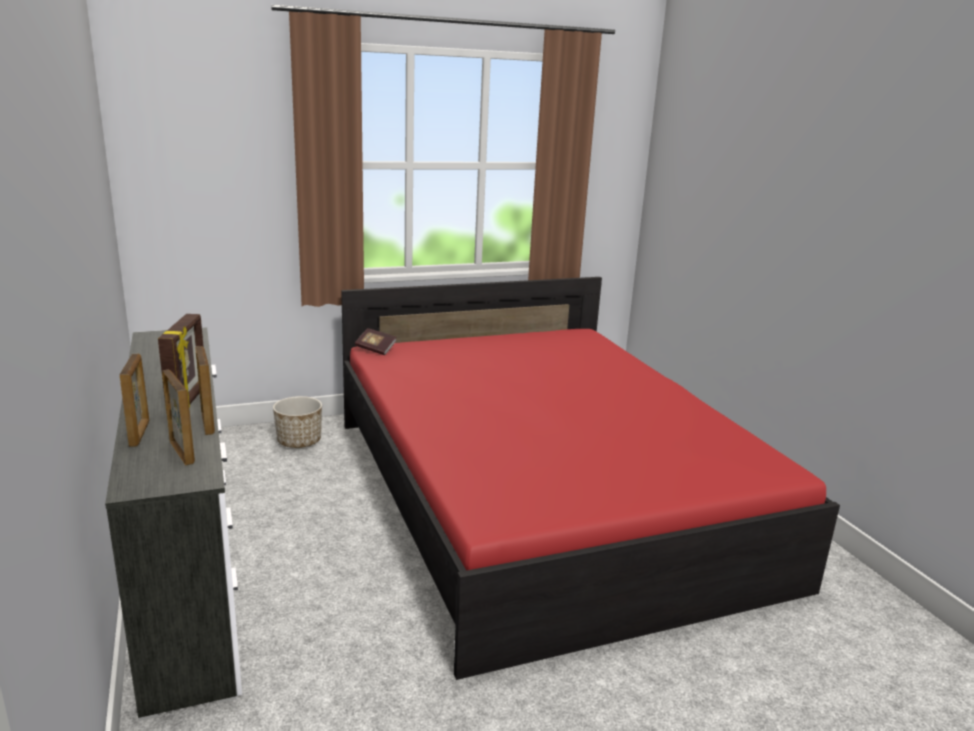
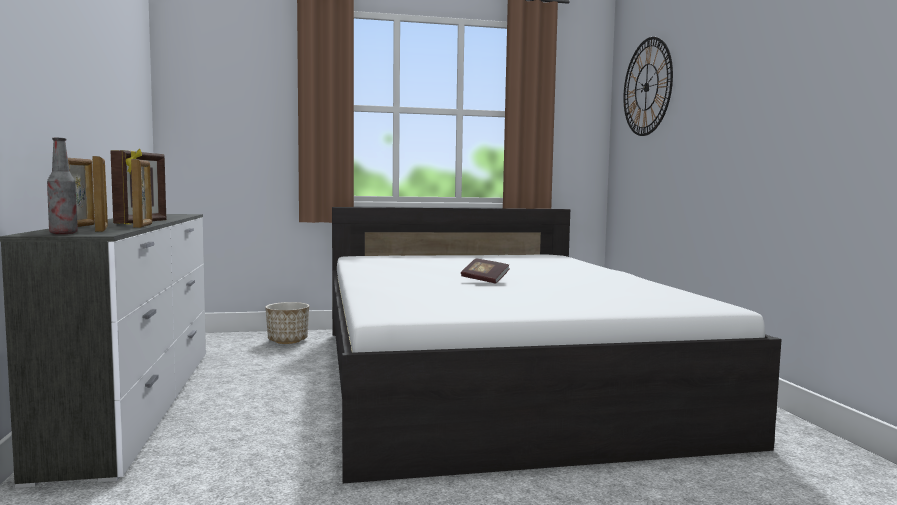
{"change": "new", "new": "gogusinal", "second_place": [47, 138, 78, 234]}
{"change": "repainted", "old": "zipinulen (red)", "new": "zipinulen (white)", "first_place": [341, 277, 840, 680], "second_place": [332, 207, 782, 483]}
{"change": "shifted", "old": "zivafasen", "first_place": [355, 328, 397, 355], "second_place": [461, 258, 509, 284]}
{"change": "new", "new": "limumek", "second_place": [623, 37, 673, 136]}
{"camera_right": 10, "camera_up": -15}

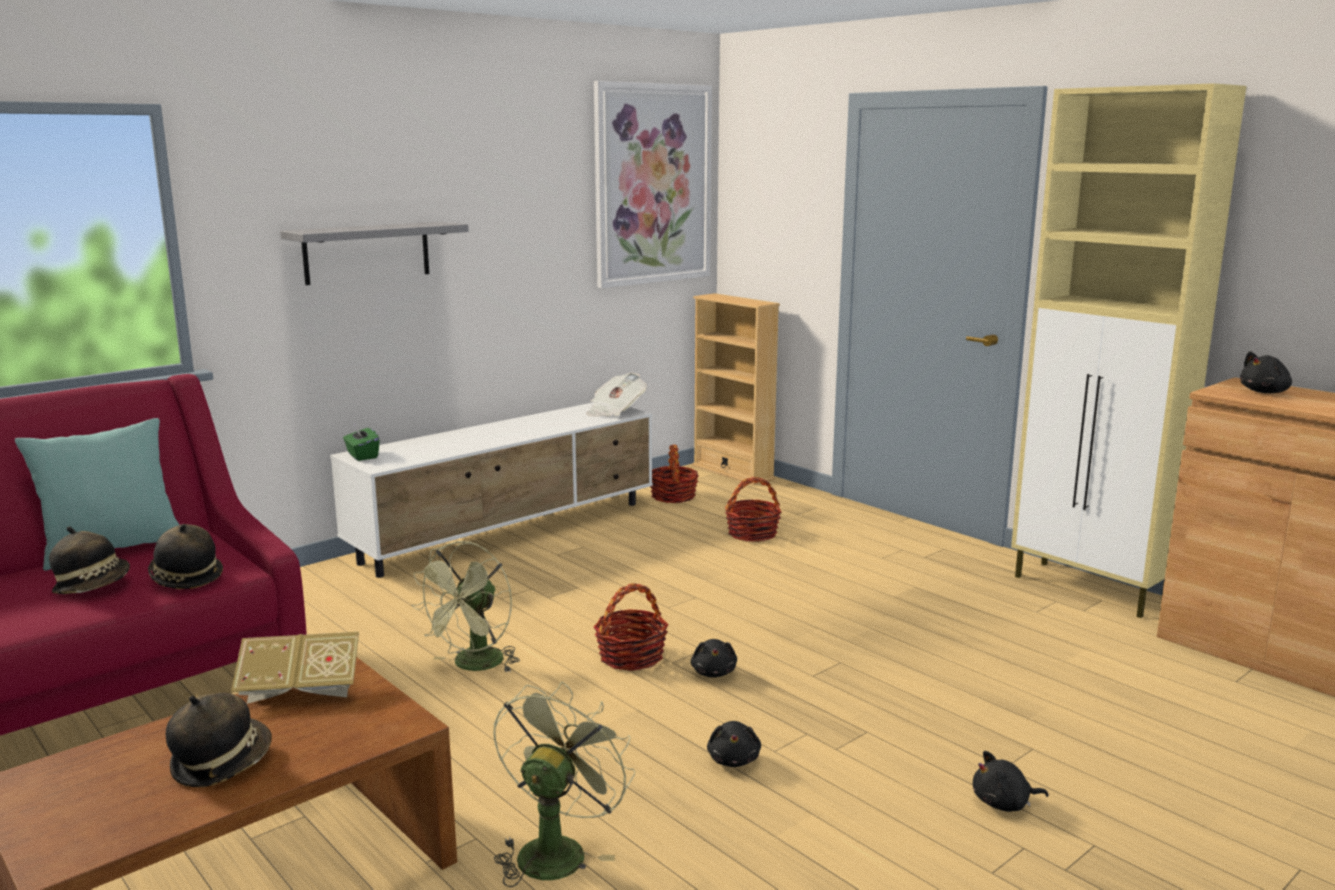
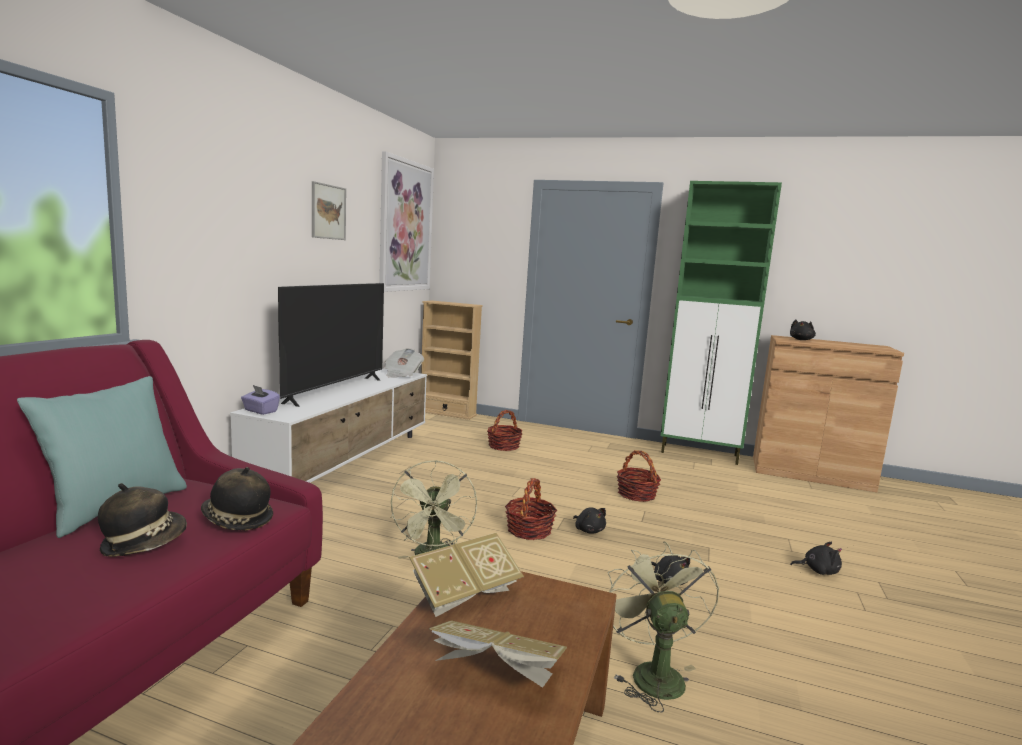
{"change": "repainted", "old": "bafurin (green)", "new": "bafurin (purple)", "first_place": [343, 424, 380, 461], "second_place": [241, 385, 280, 415]}
{"change": "new", "new": "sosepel", "second_place": [278, 283, 384, 407]}
{"change": "new", "new": "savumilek", "second_place": [312, 181, 346, 240]}
{"change": "swapped", "old": "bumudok", "new": "zivafasen", "first_place": [166, 693, 272, 788], "second_place": [429, 620, 567, 688]}
{"change": "shifted", "old": "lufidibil", "first_place": [650, 444, 699, 503], "second_place": [617, 450, 661, 502]}
{"change": "repainted", "old": "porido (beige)", "new": "porido (green)", "first_place": [1011, 83, 1246, 618], "second_place": [661, 181, 782, 465]}
{"change": "rotated", "old": "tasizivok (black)", "first_place": [973, 751, 1049, 812], "second_place": [790, 542, 842, 575], "degrees": -135}
{"change": "gone", "old": "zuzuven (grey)", "first_place": [280, 222, 469, 285]}
{"camera_right": -30, "camera_up": -5}

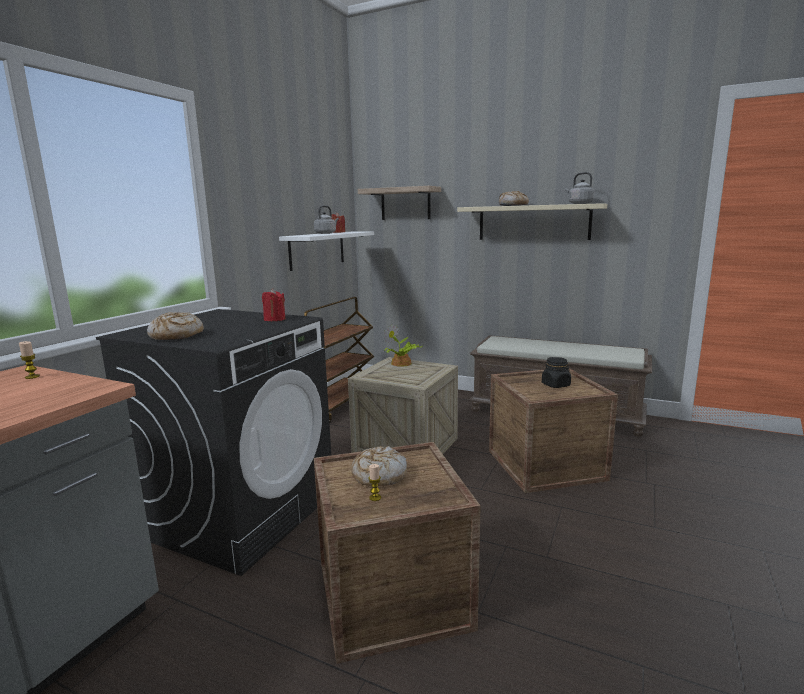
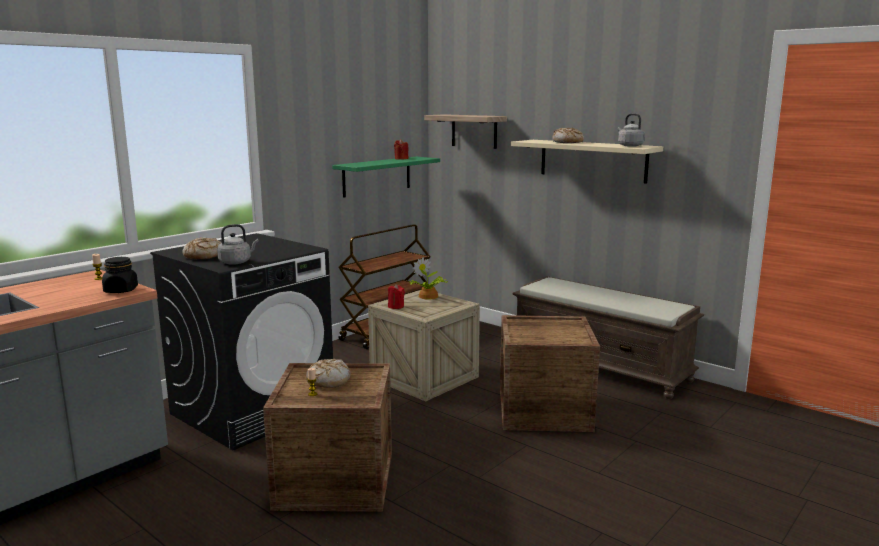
{"change": "shifted", "old": "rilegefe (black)", "first_place": [542, 357, 571, 388], "second_place": [102, 257, 138, 293]}
{"change": "shifted", "old": "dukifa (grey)", "first_place": [314, 205, 339, 234], "second_place": [217, 224, 259, 265]}
{"change": "repainted", "old": "zuzuven (white)", "new": "zuzuven (green)", "first_place": [279, 231, 374, 271], "second_place": [332, 157, 440, 198]}
{"change": "shifted", "old": "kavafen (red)", "first_place": [262, 288, 285, 321], "second_place": [388, 284, 405, 309]}
{"camera_right": 15, "camera_up": 0}

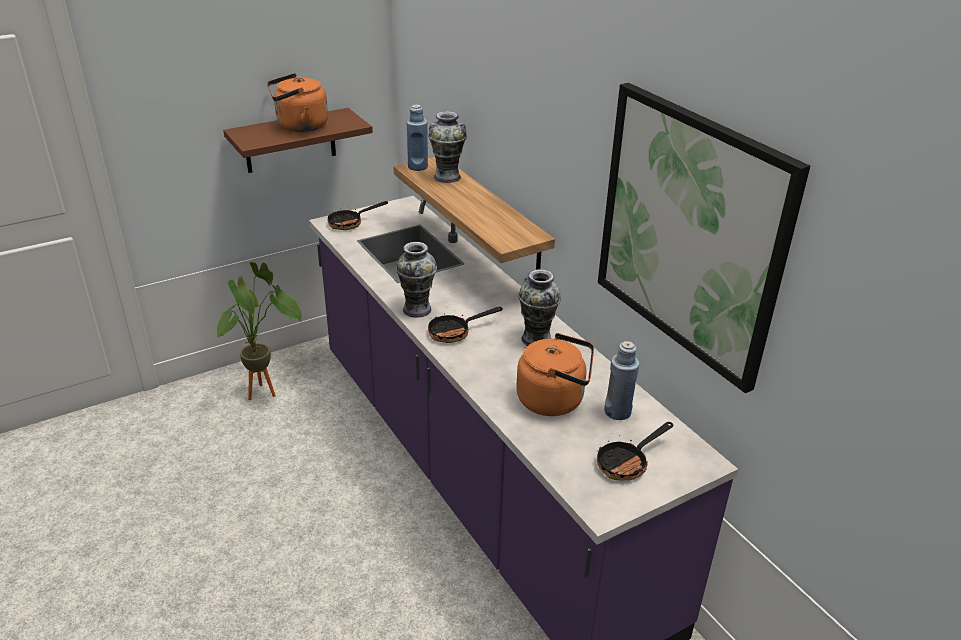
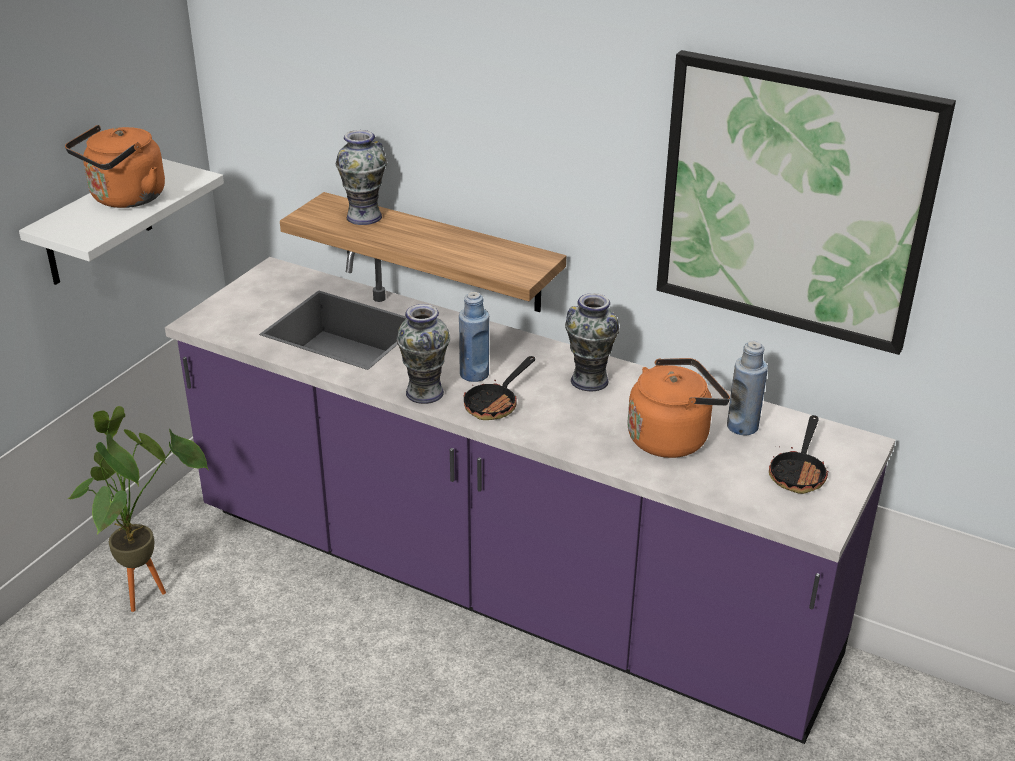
{"change": "repainted", "old": "zuzuven (brown)", "new": "zuzuven (white)", "first_place": [223, 108, 373, 173], "second_place": [19, 159, 224, 285]}
{"change": "shifted", "old": "gogusinal (blue)", "first_place": [406, 105, 428, 171], "second_place": [459, 292, 489, 382]}
{"change": "gone", "old": "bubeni", "first_place": [327, 201, 388, 230]}
{"camera_right": -30, "camera_up": 0}

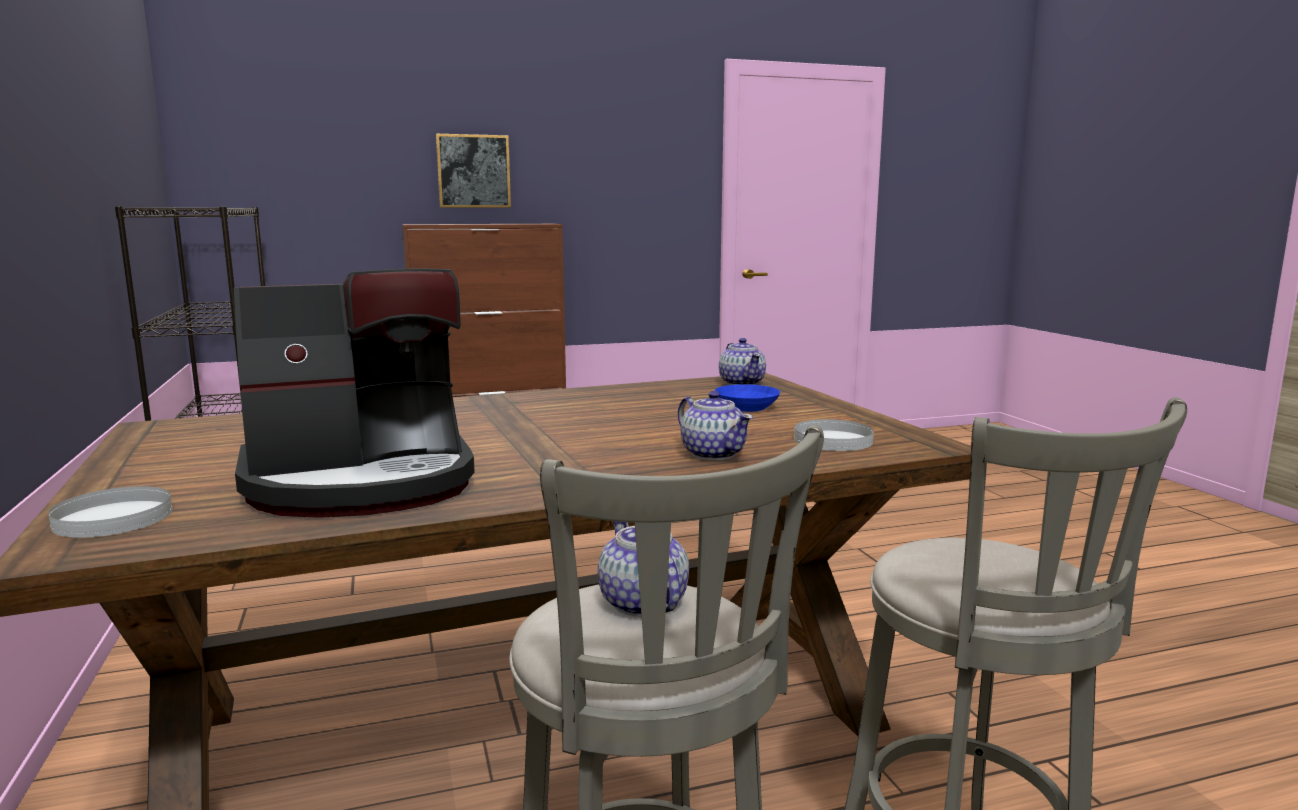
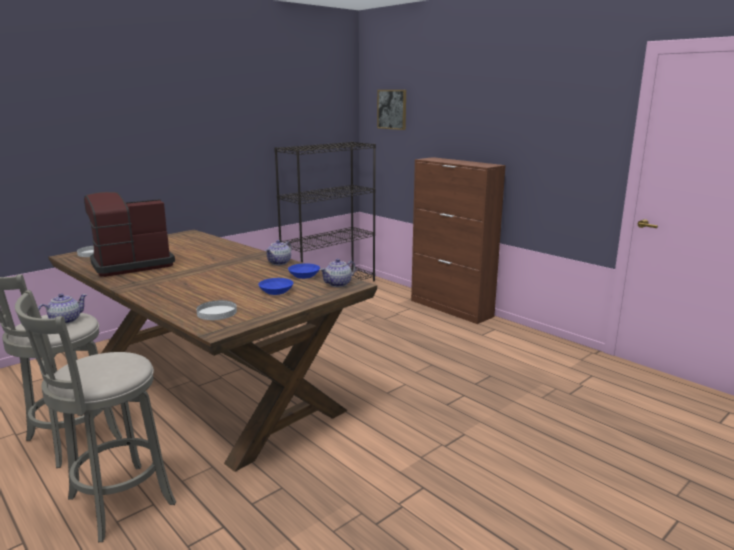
{"change": "rotated", "old": "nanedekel", "first_place": [234, 268, 475, 518], "second_place": [84, 192, 175, 277], "degrees": 105}
{"change": "shifted", "old": "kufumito", "first_place": [678, 391, 753, 460], "second_place": [265, 240, 292, 265]}
{"change": "new", "new": "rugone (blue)", "second_place": [288, 263, 320, 279]}
{"change": "shifted", "old": "savumilek", "first_place": [436, 134, 511, 208], "second_place": [377, 90, 406, 130]}
{"camera_right": 65, "camera_up": 5}

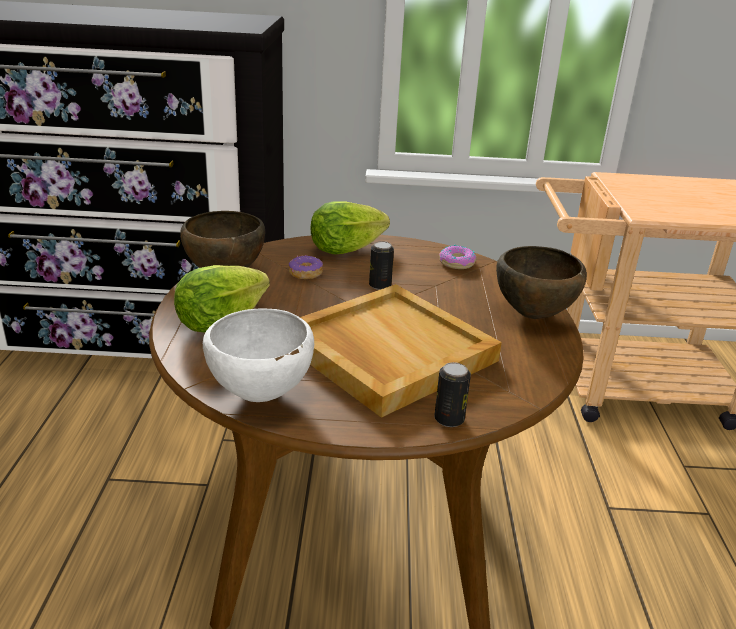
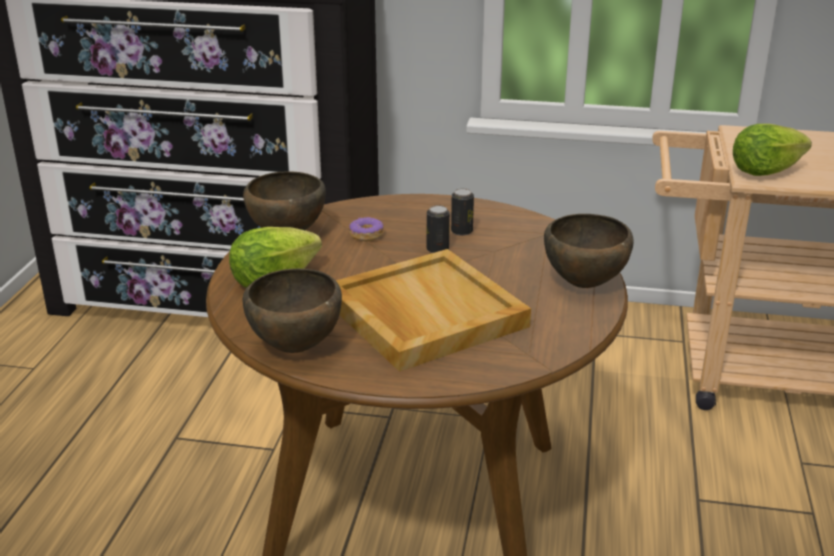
{"change": "repainted", "old": "rugone (white)", "new": "rugone (brown)", "first_place": [203, 308, 314, 402], "second_place": [243, 268, 342, 353]}
{"change": "shifted", "old": "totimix", "first_place": [434, 362, 471, 427], "second_place": [451, 188, 474, 236]}
{"change": "shifted", "old": "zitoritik", "first_place": [310, 202, 390, 254], "second_place": [733, 124, 812, 176]}
{"change": "gone", "old": "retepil", "first_place": [439, 245, 476, 269]}
{"camera_right": 10, "camera_up": 0}

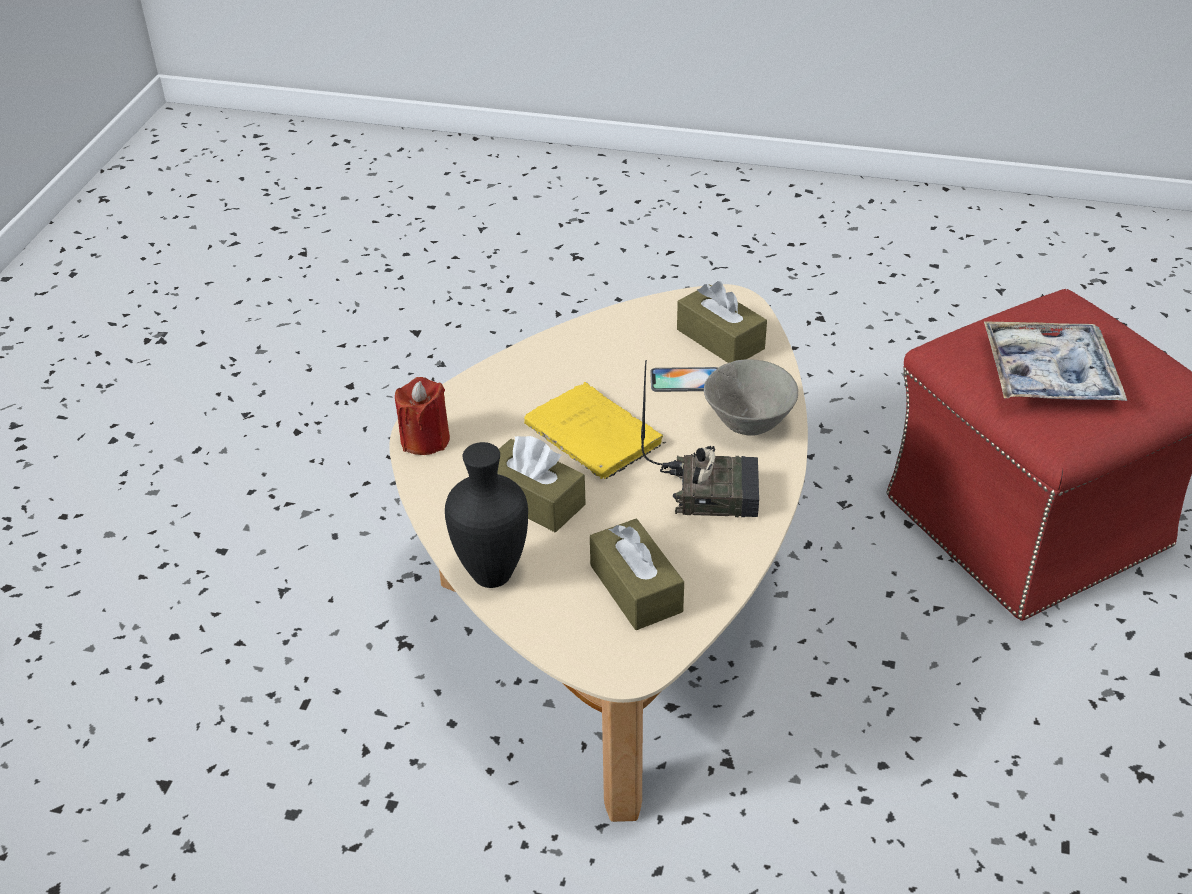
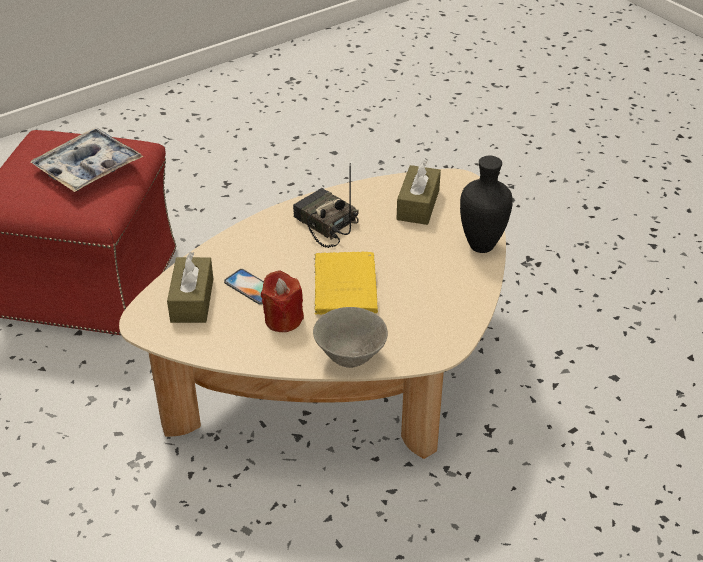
{"change": "shifted", "old": "kavafen (red)", "first_place": [395, 377, 450, 455], "second_place": [261, 270, 304, 332]}
{"change": "shifted", "old": "rugone (grey)", "first_place": [704, 359, 798, 436], "second_place": [313, 307, 388, 368]}
{"change": "gone", "old": "bafurin (brown)", "first_place": [497, 436, 586, 532]}
{"camera_right": -140, "camera_up": 0}

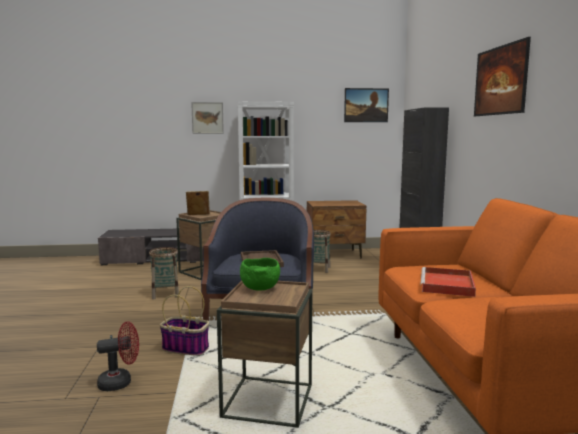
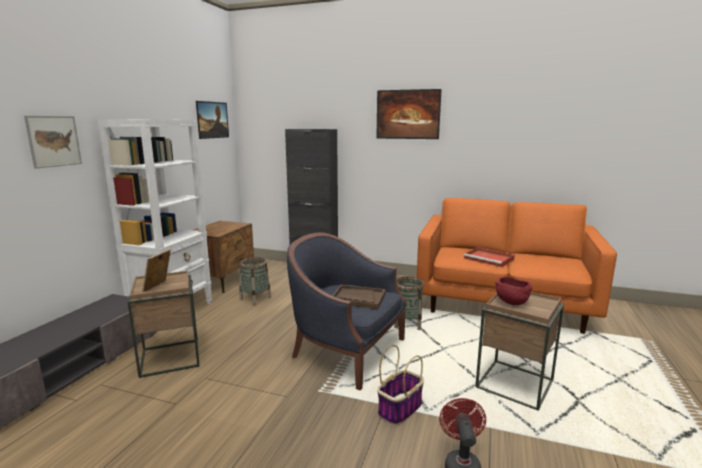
{"change": "shifted", "old": "lufidibil", "first_place": [149, 247, 179, 299], "second_place": [394, 276, 424, 330]}
{"change": "repainted", "old": "rugone (green)", "new": "rugone (red)", "first_place": [240, 258, 280, 290], "second_place": [495, 277, 533, 305]}
{"camera_right": -65, "camera_up": 5}

